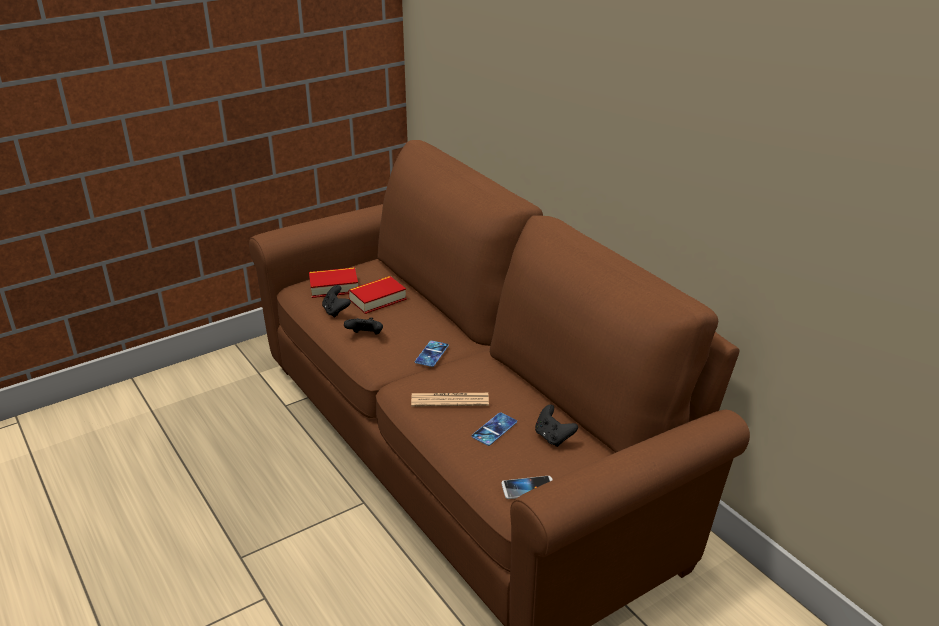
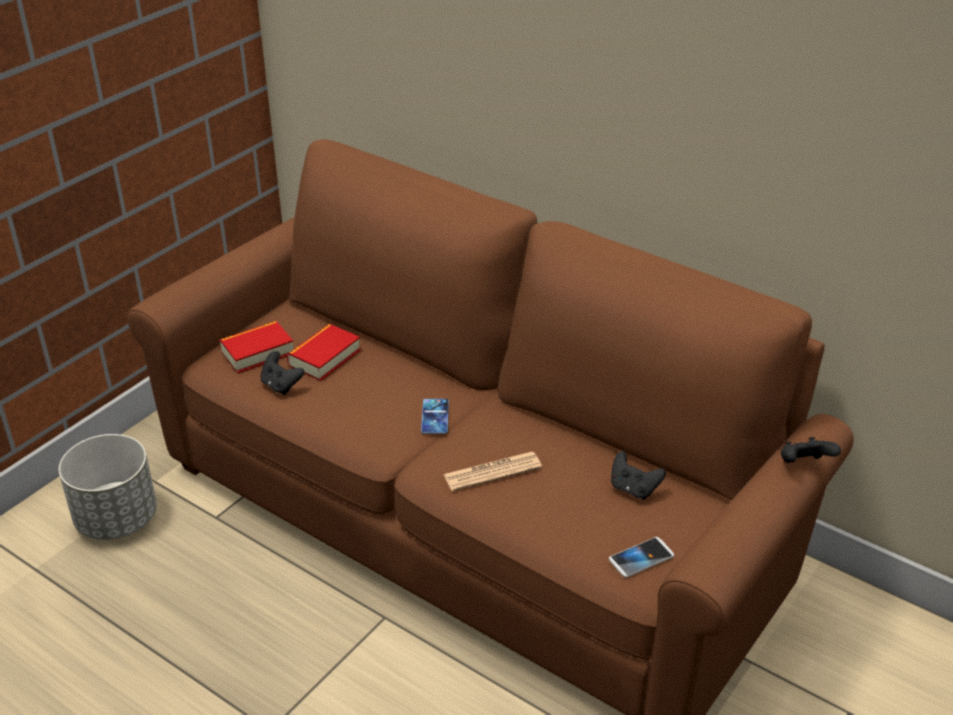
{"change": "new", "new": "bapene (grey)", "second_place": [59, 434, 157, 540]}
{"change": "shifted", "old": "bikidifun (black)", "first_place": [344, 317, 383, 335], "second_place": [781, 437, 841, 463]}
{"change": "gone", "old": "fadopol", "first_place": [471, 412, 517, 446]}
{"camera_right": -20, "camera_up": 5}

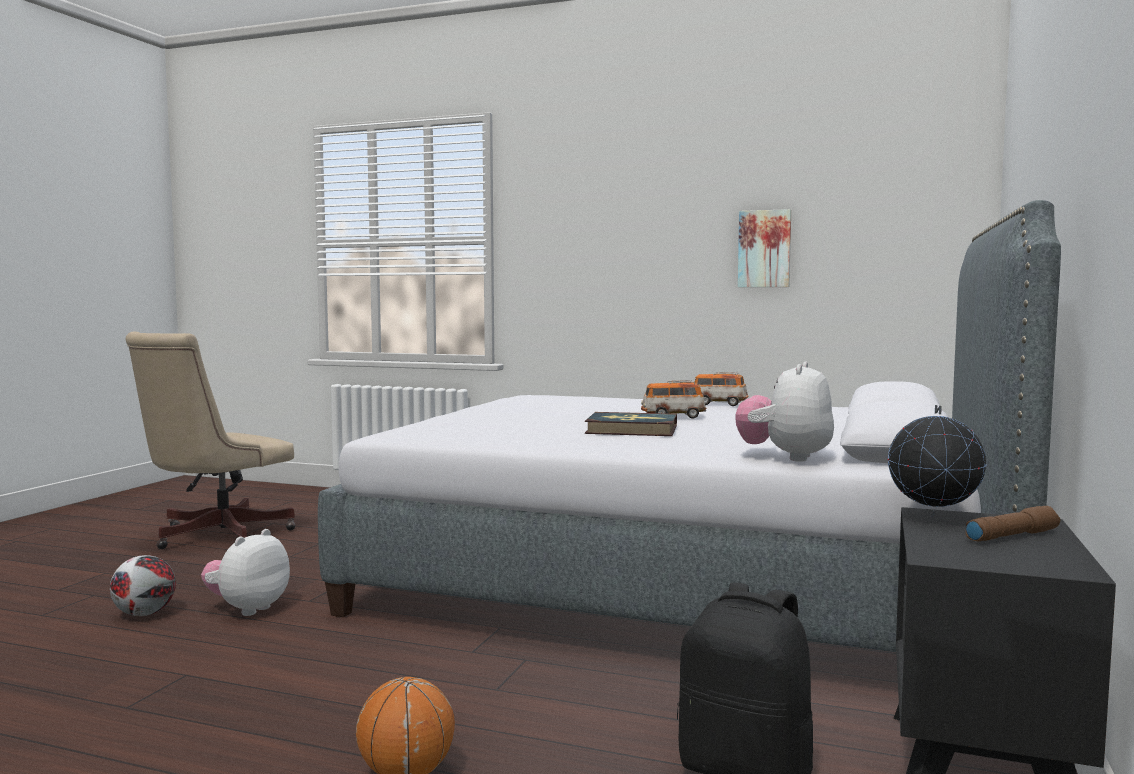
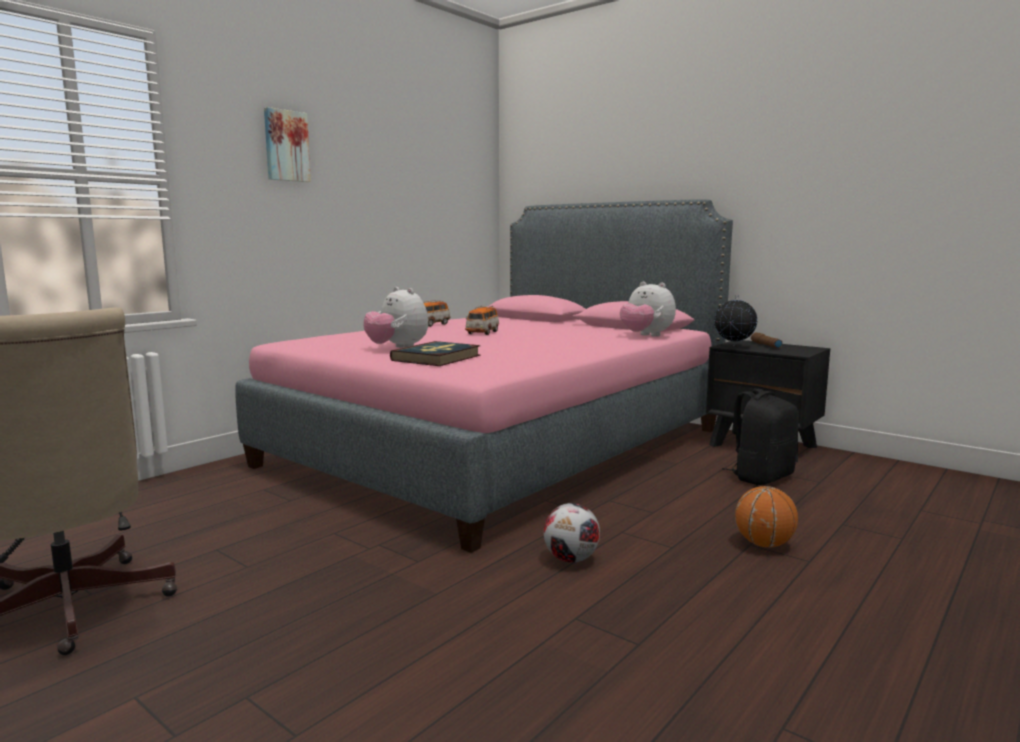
{"change": "repainted", "old": "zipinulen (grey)", "new": "zipinulen (pink)", "first_place": [318, 200, 1061, 652], "second_place": [235, 199, 733, 553]}
{"change": "shifted", "old": "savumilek", "first_place": [738, 209, 791, 287], "second_place": [264, 107, 311, 182]}
{"change": "shifted", "old": "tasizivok", "first_place": [201, 529, 290, 616], "second_place": [364, 287, 428, 348]}
{"change": "shifted", "old": "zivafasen", "first_place": [585, 412, 677, 436], "second_place": [390, 341, 481, 366]}
{"change": "shifted", "old": "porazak", "first_place": [110, 555, 176, 616], "second_place": [544, 503, 600, 563]}
{"camera_right": -70, "camera_up": 5}

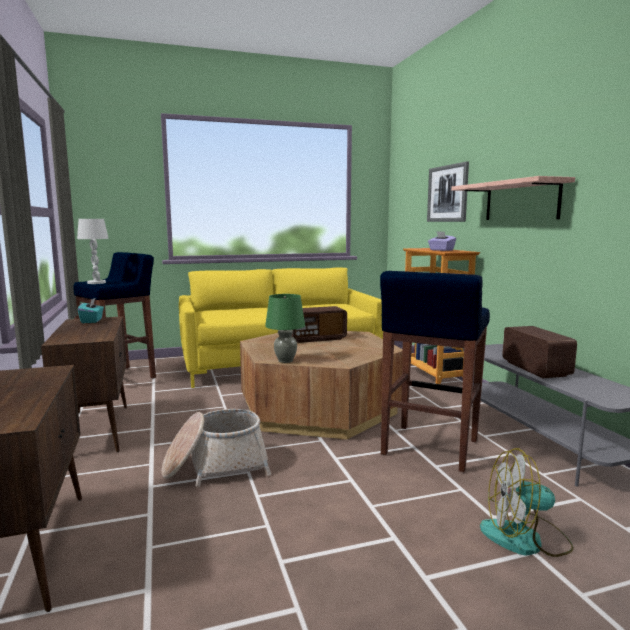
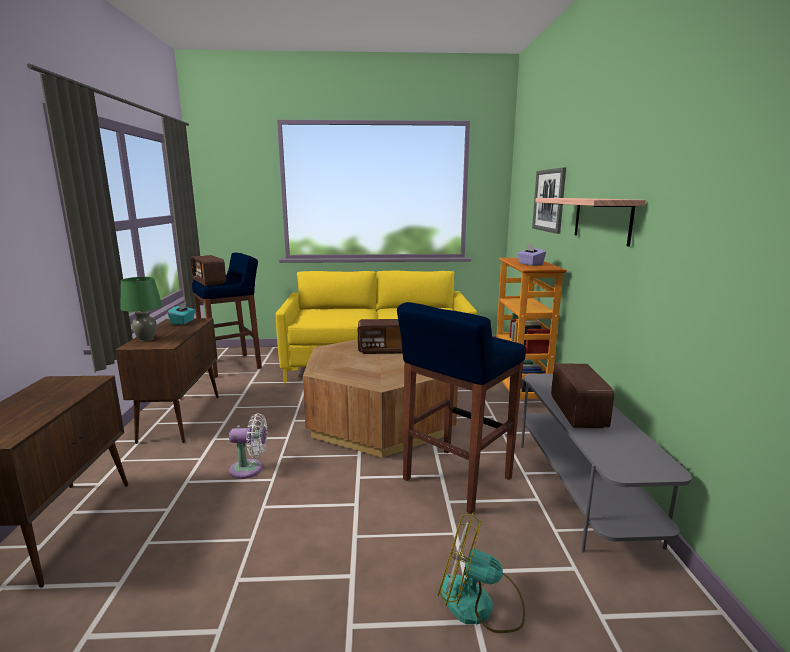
{"change": "shifted", "old": "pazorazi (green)", "first_place": [265, 294, 305, 363], "second_place": [120, 277, 162, 342]}
{"change": "swapped", "old": "pazorazi (white)", "new": "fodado", "first_place": [77, 218, 109, 284], "second_place": [190, 255, 226, 286]}
{"change": "swapped", "old": "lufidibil", "new": "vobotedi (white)", "first_place": [162, 409, 271, 487], "second_place": [229, 413, 267, 479]}
{"camera_right": 15, "camera_up": 5}

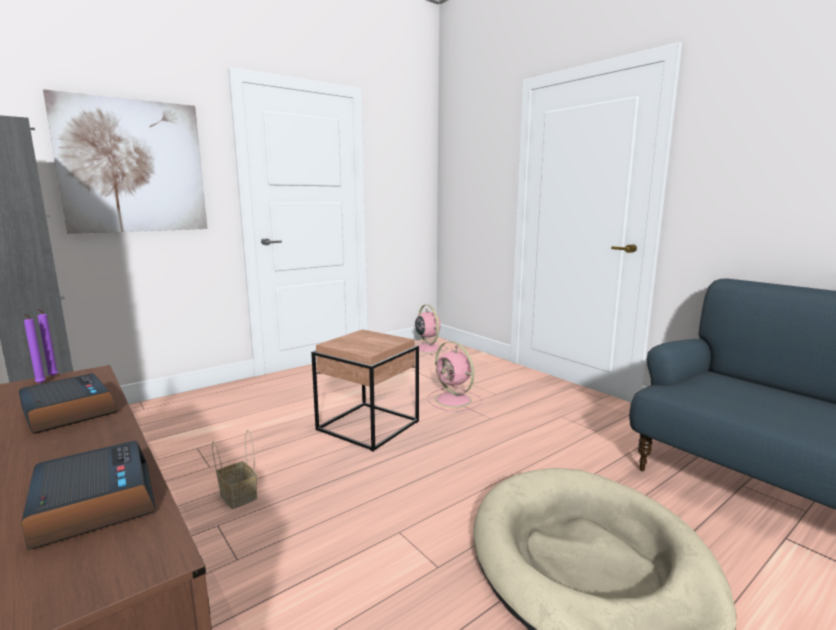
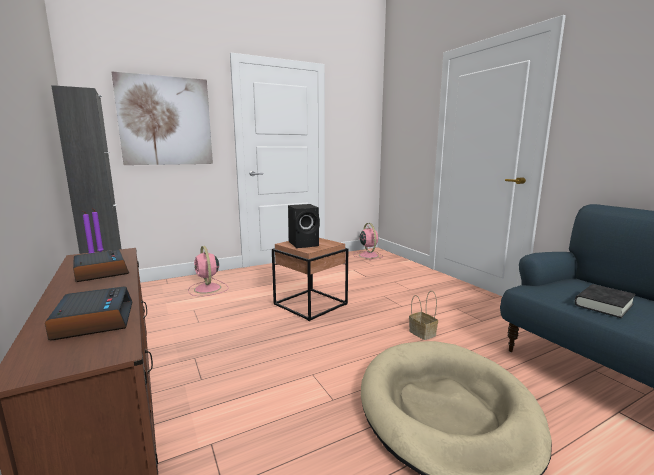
{"change": "shifted", "old": "vobotedi (pink)", "first_place": [427, 341, 482, 412], "second_place": [188, 246, 228, 296]}
{"change": "new", "new": "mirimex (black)", "second_place": [288, 204, 320, 248]}
{"change": "shifted", "old": "lufidibil", "first_place": [212, 430, 257, 509], "second_place": [409, 291, 438, 340]}
{"change": "new", "new": "zivafasen (black)", "second_place": [575, 284, 636, 318]}
{"camera_right": 10, "camera_up": 0}

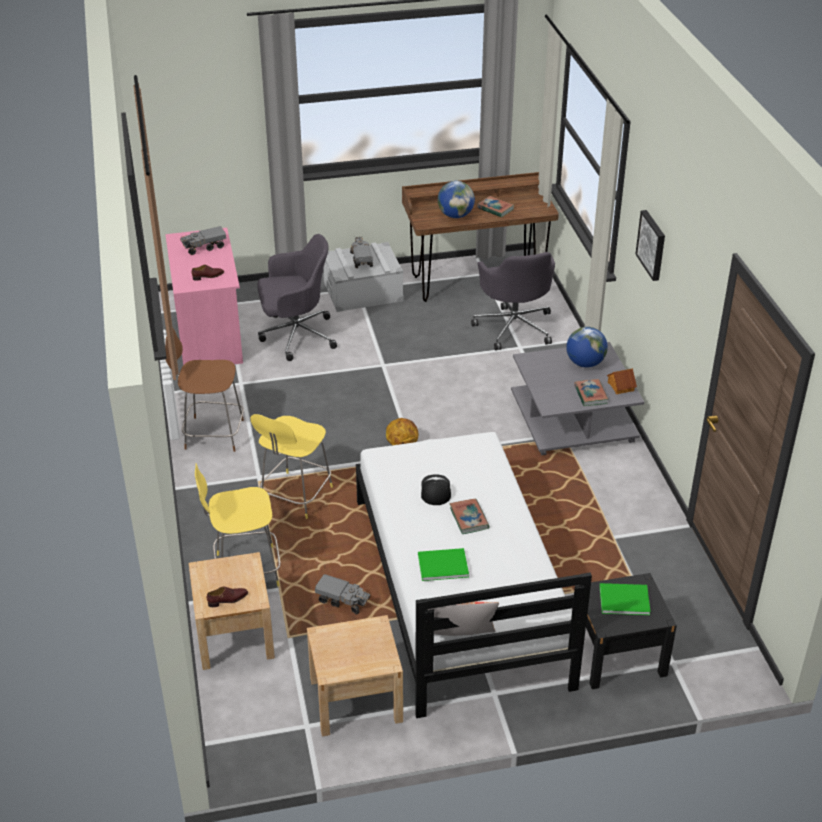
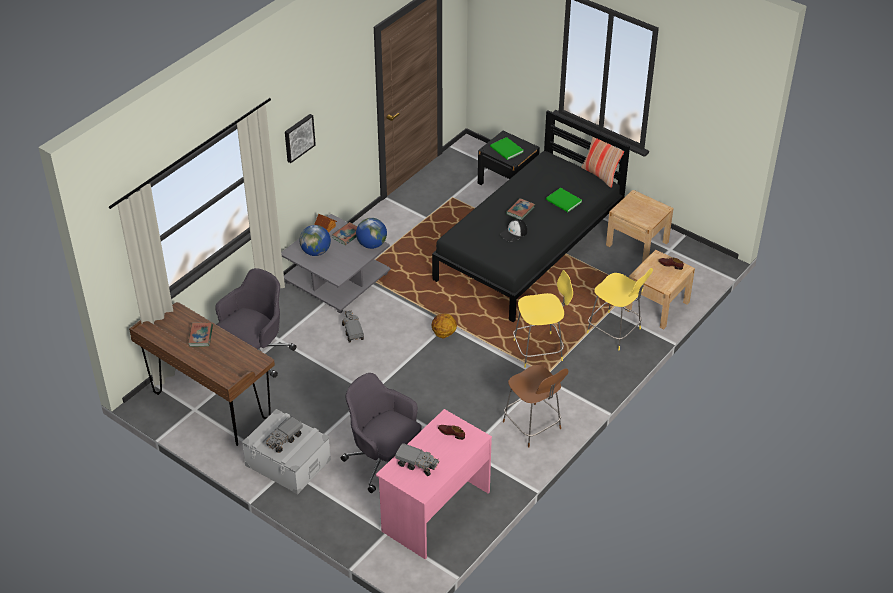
{"change": "shifted", "old": "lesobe", "first_place": [315, 574, 371, 614], "second_place": [342, 310, 364, 343]}
{"change": "shifted", "old": "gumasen", "first_place": [438, 181, 475, 218], "second_place": [356, 218, 387, 249]}
{"change": "repainted", "old": "zipinulen (white)", "new": "zipinulen (black)", "first_place": [356, 432, 592, 718], "second_place": [432, 110, 630, 322]}
{"camera_right": -130, "camera_up": 5}

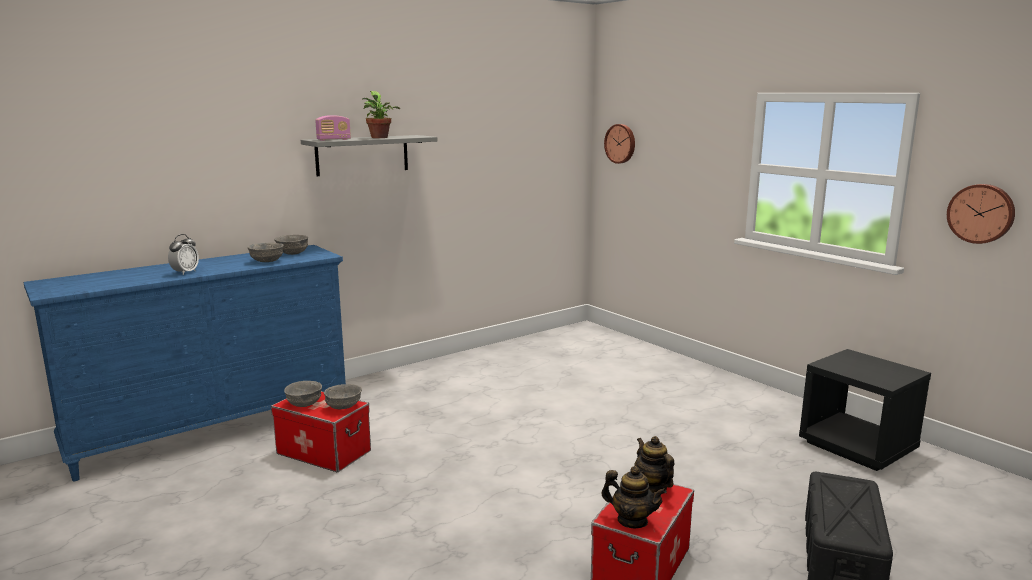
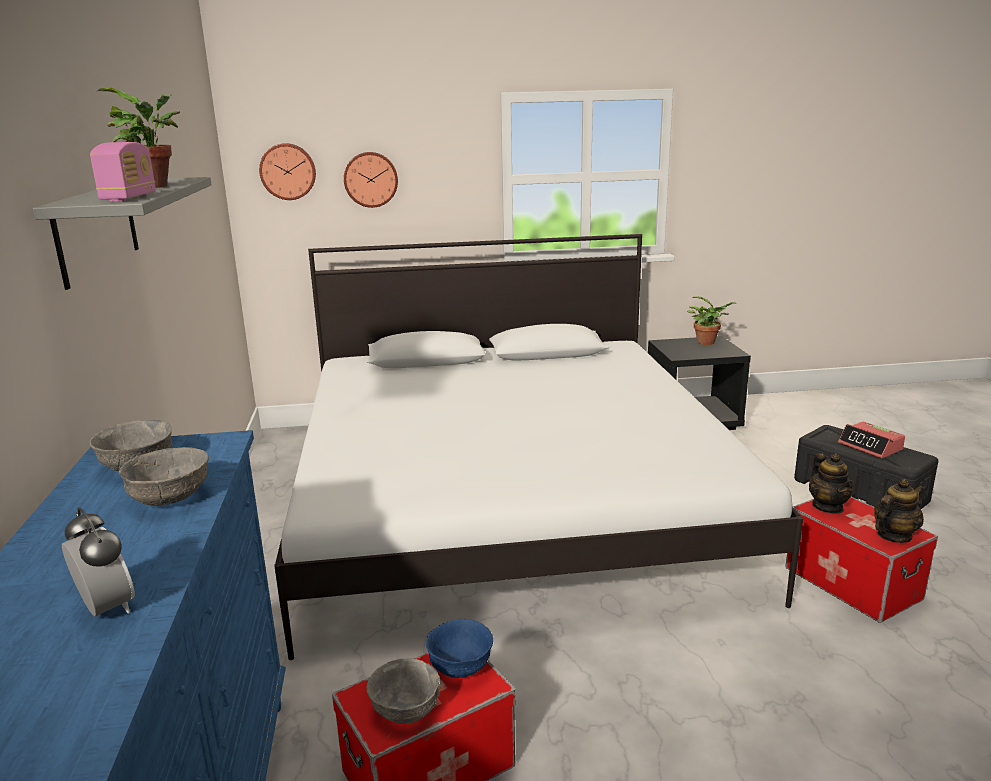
{"change": "new", "new": "zipinulen (white)", "second_place": [274, 234, 803, 660]}
{"change": "shifted", "old": "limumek", "first_place": [947, 184, 1015, 244], "second_place": [344, 152, 398, 208]}
{"change": "repainted", "old": "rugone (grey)", "new": "rugone (blue)", "first_place": [324, 384, 362, 409], "second_place": [426, 619, 493, 678]}
{"change": "new", "new": "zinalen", "second_place": [687, 296, 737, 345]}
{"change": "rotated", "old": "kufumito", "first_place": [634, 436, 674, 493], "second_place": [809, 453, 854, 514], "degrees": -105}
{"change": "new", "new": "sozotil", "second_place": [838, 421, 905, 459]}
{"camera_right": -60, "camera_up": 5}

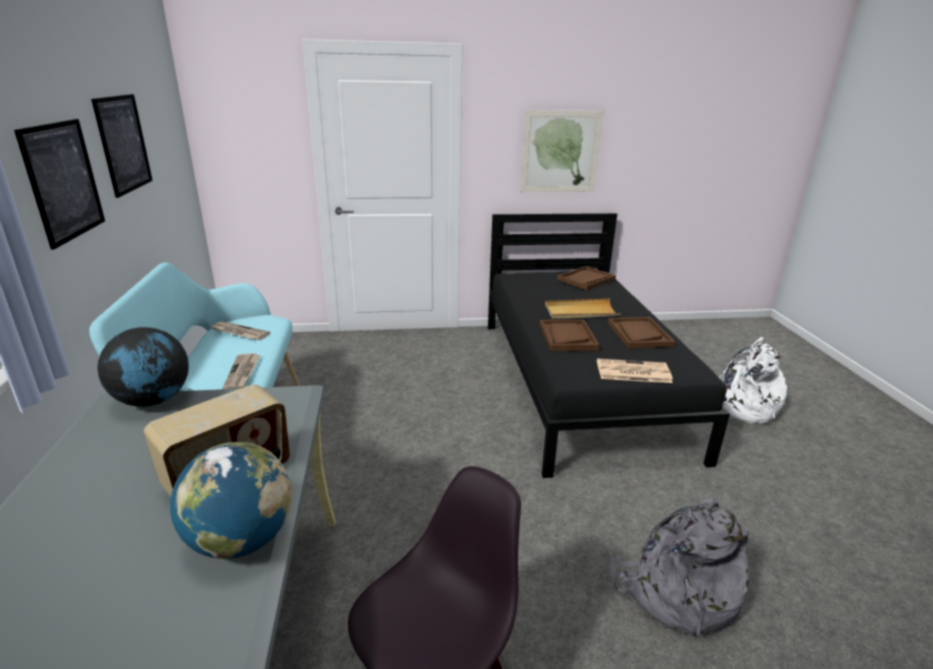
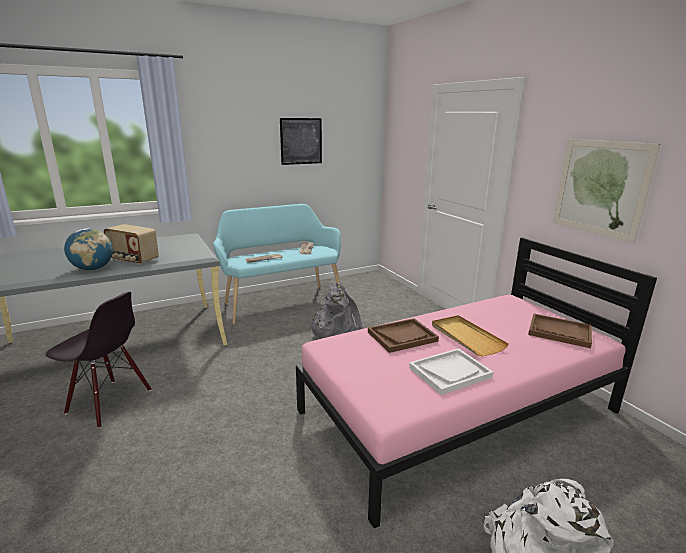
{"change": "repainted", "old": "zipinulen (black)", "new": "zipinulen (pink)", "first_place": [488, 213, 730, 478], "second_place": [296, 237, 657, 528]}
{"change": "shifted", "old": "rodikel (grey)", "first_place": [610, 498, 750, 636], "second_place": [309, 283, 362, 339]}
{"change": "repainted", "old": "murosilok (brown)", "new": "murosilok (white)", "first_place": [608, 317, 675, 348], "second_place": [409, 348, 494, 395]}
{"change": "gone", "old": "savumilek", "first_place": [14, 119, 105, 250]}
{"change": "gone", "old": "gumasen", "first_place": [97, 327, 189, 407]}
{"change": "gone", "old": "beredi", "first_place": [597, 359, 673, 383]}
{"camera_right": 70, "camera_up": -5}

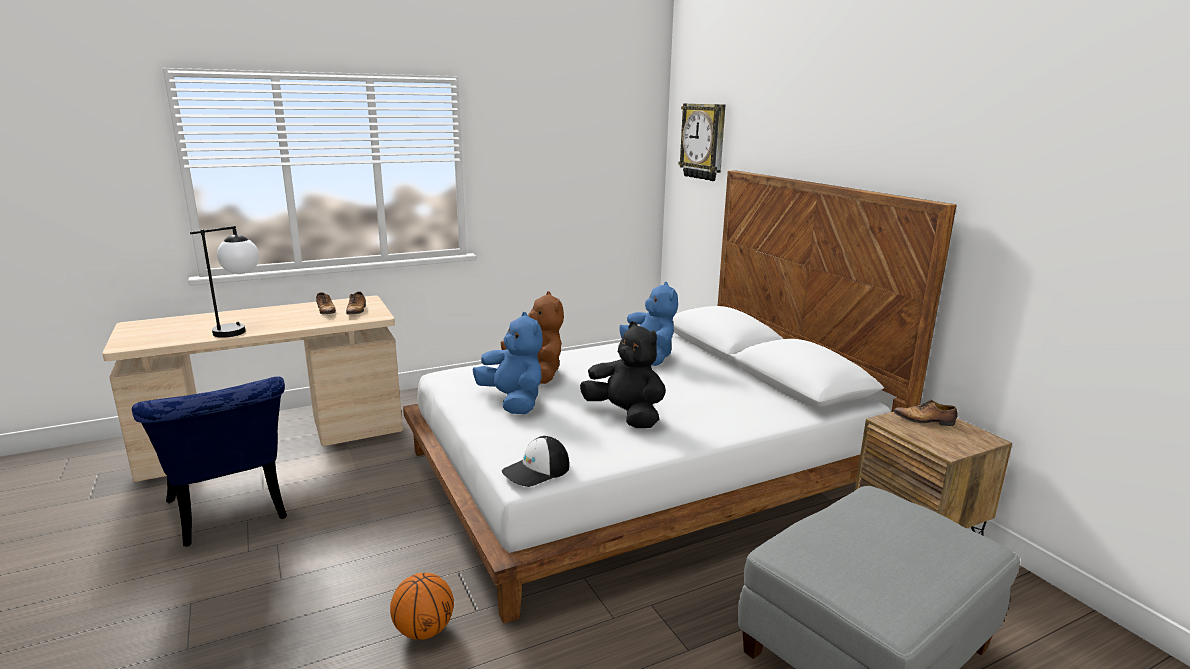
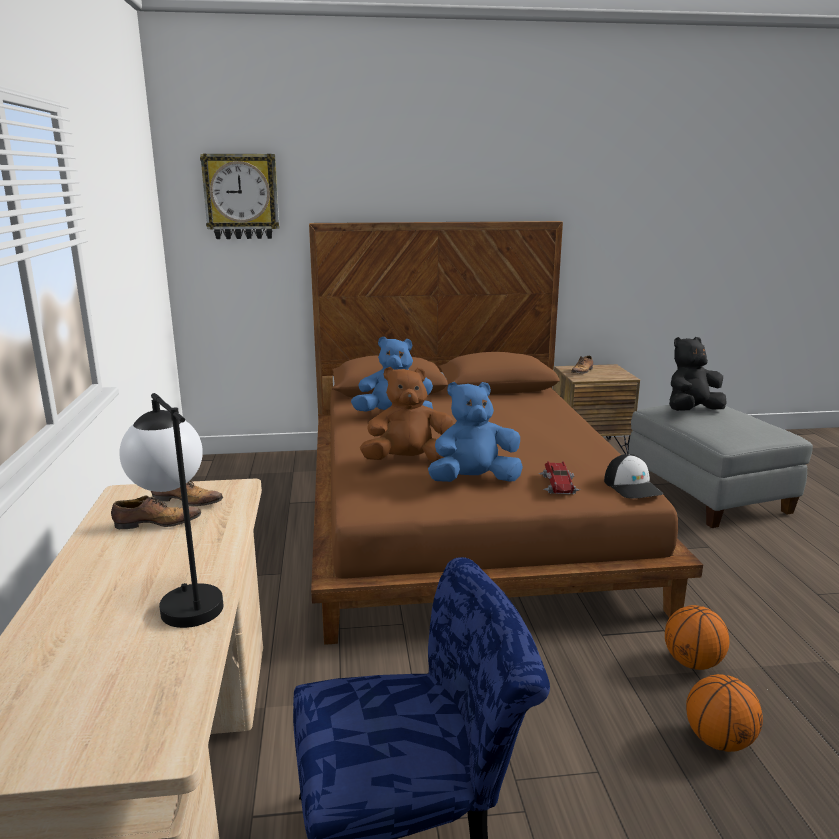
{"change": "repainted", "old": "zipinulen (white)", "new": "zipinulen (brown)", "first_place": [403, 170, 957, 624], "second_place": [309, 221, 703, 645]}
{"change": "new", "new": "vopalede", "second_place": [538, 461, 580, 494]}
{"change": "shifted", "old": "tasizivok (black)", "first_place": [580, 322, 666, 428], "second_place": [669, 337, 727, 411]}
{"change": "new", "new": "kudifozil", "second_place": [686, 674, 763, 752]}
{"camera_right": -70, "camera_up": 0}

